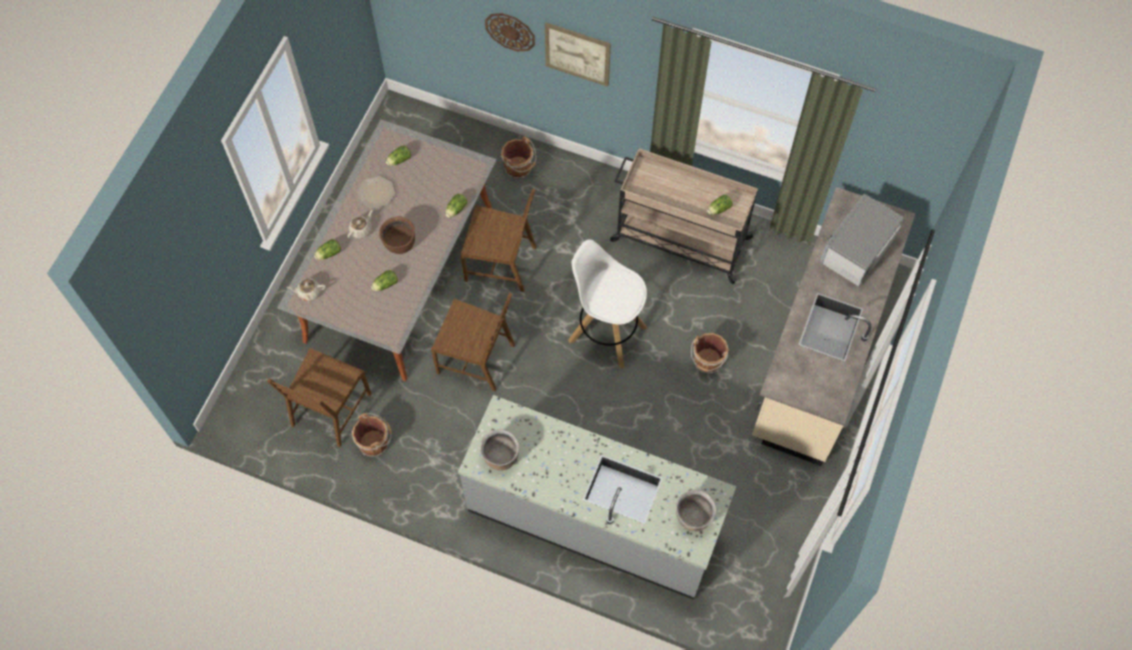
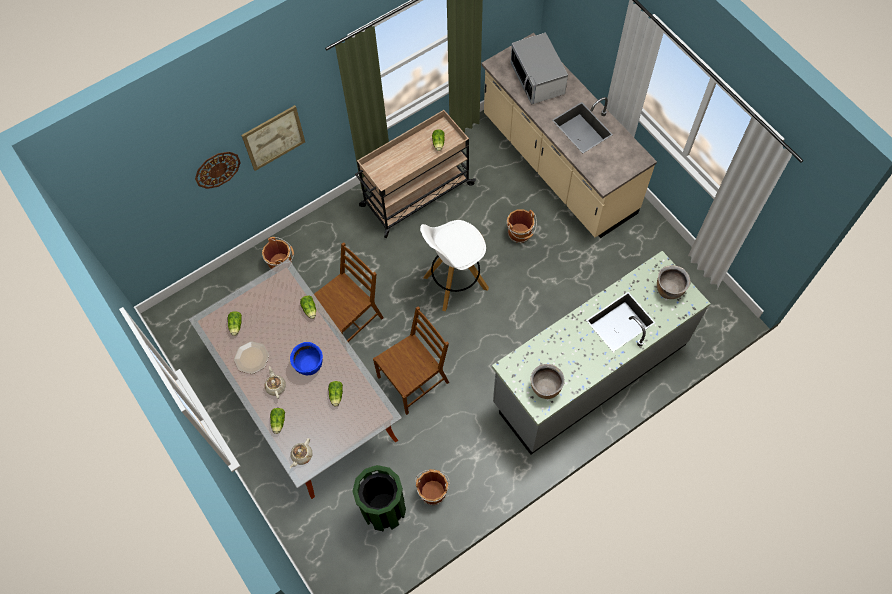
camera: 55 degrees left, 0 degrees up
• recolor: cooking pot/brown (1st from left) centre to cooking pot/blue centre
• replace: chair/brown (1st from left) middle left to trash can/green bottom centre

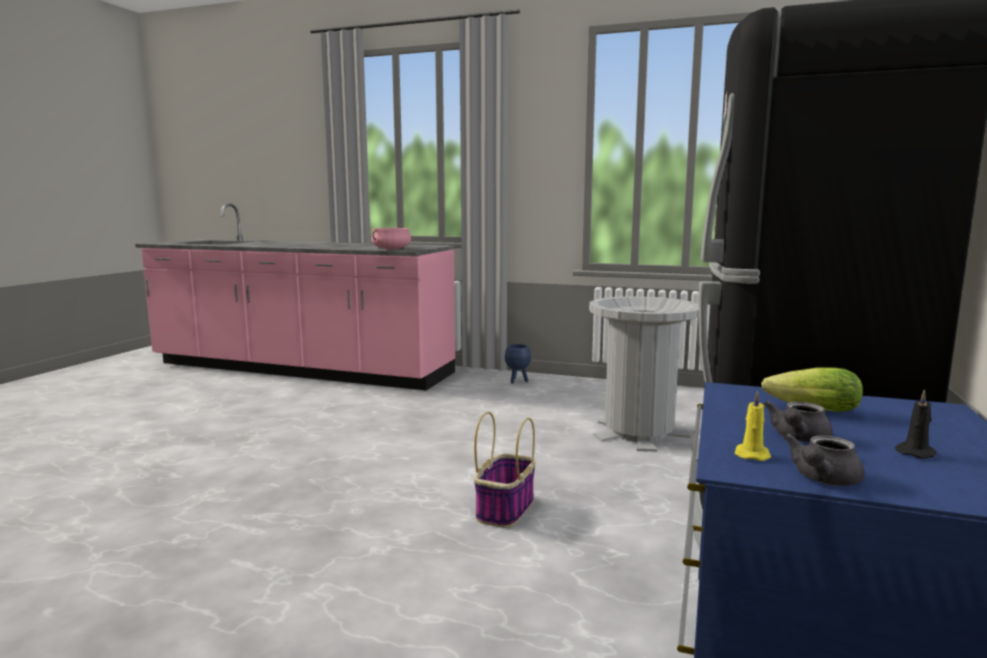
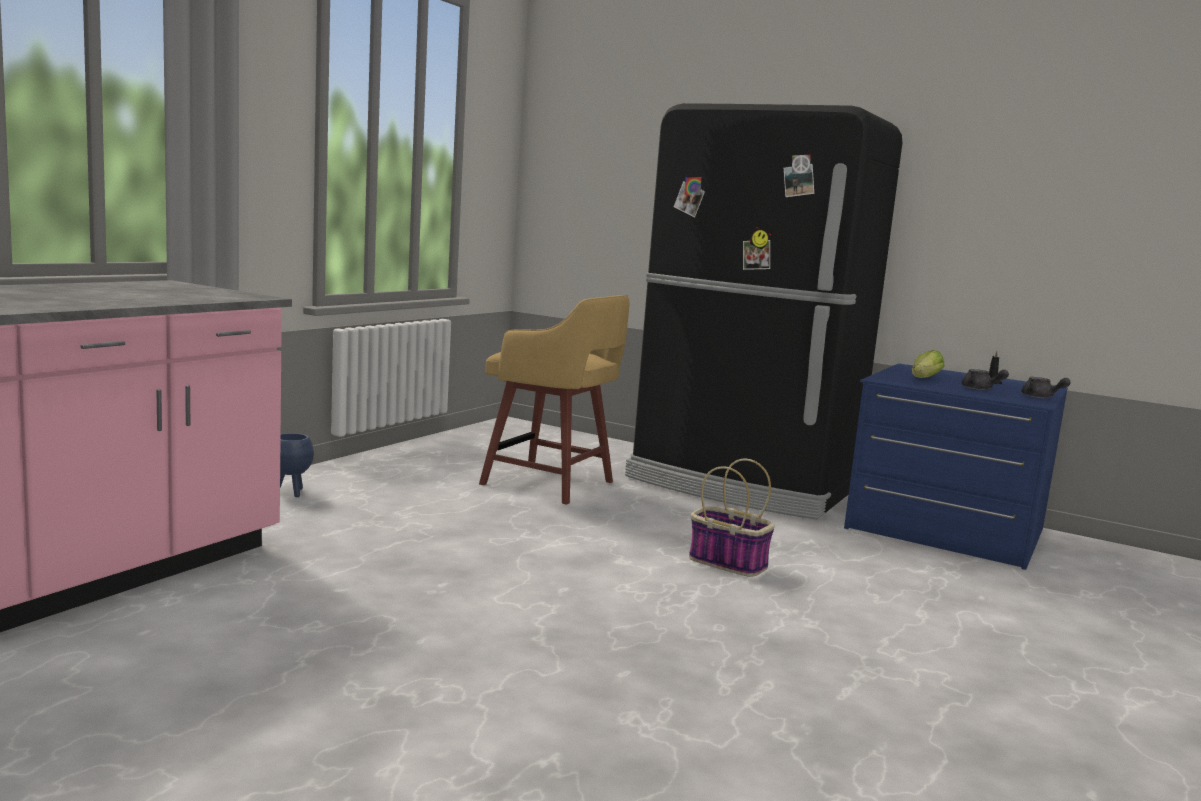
camera: 80 degrees left, 0 degrees up
• delete: cooking pot/pink centre
• replace: trash can/grey centre to stool/yellow centre
• delete: candle/yellow middle right

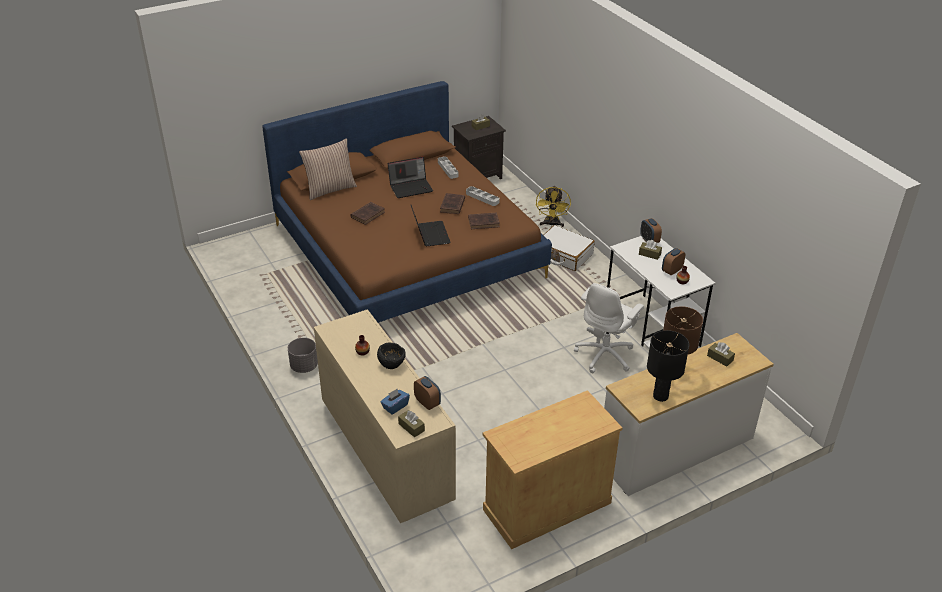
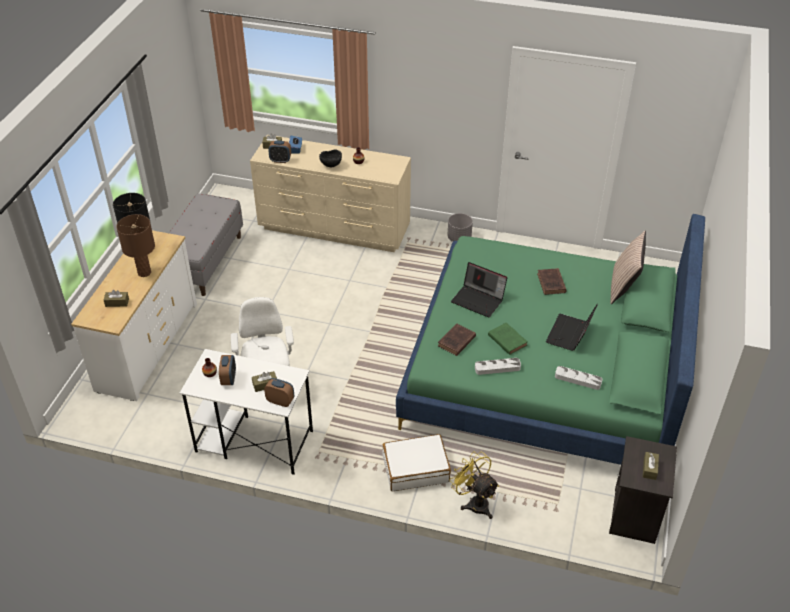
camera: 135 degrees right, 5 degrees up
• recolor: bed/brown centre to bed/green middle right
• recolor: book/brown (2nd from left) centre to book/green centre
• replace: cabinet/beige bottom centre to bench/grey middle left

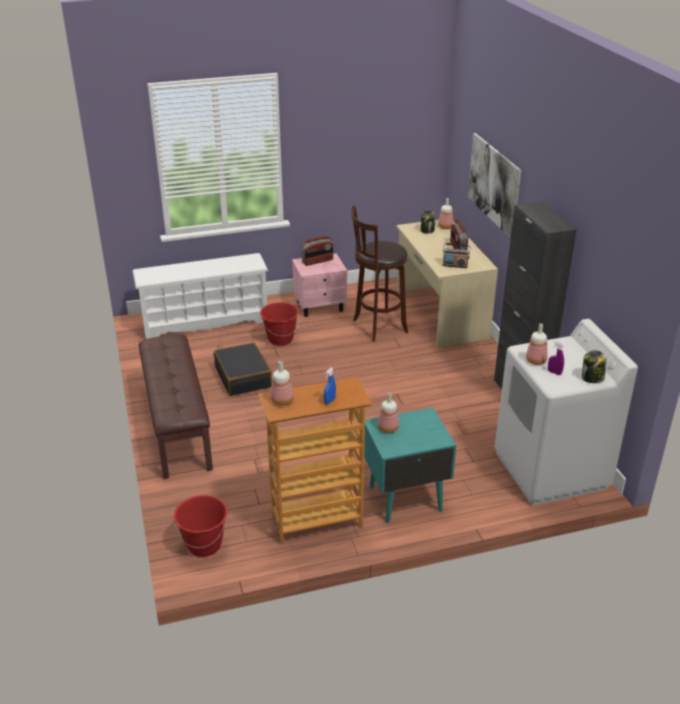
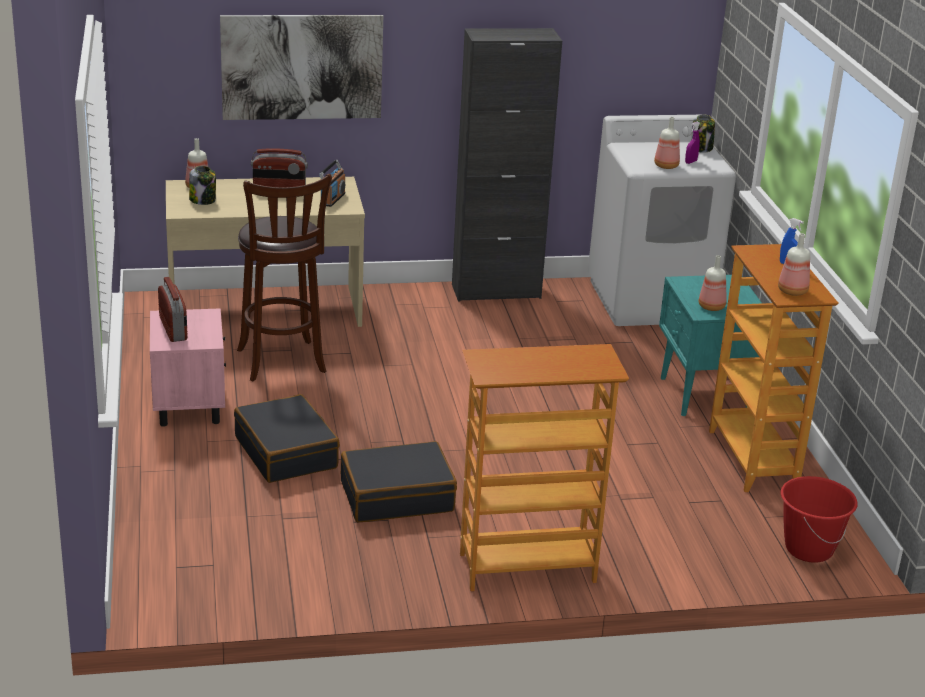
camera: 85 degrees left, 5 degrees down
• delete: shoe rack/white middle left
• replace: bucket/red (2nd from left) centre to suitcase/black (1st from left) middle left
• replace: bench/brown middle left to bookcase (1st from left) bottom centre

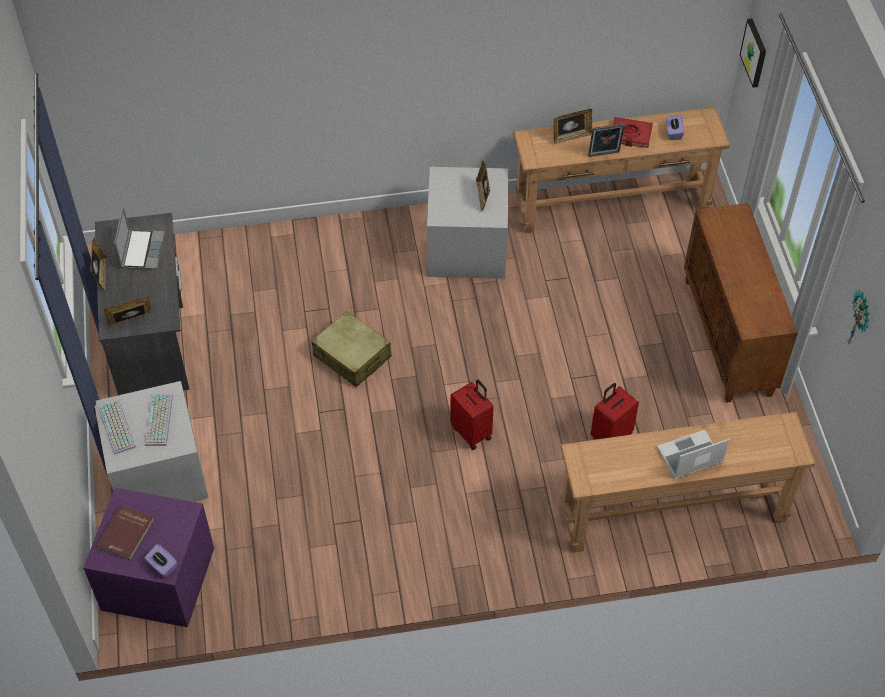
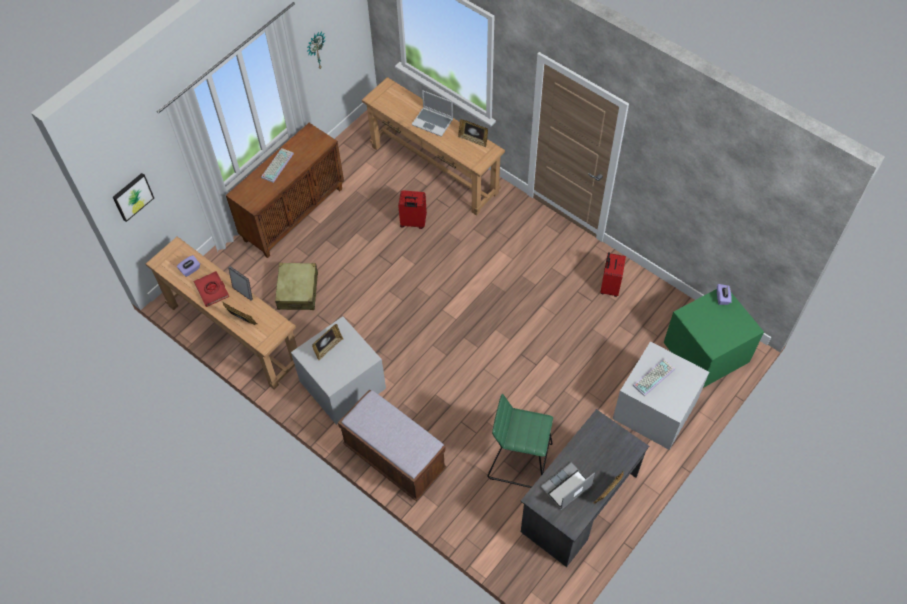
camera: 130 degrees left, 5 degrees up
• move: picture frame (2nd from left in the first image) middle left to picture frame (4th from left) top centre
• move: suitcase/beige centre to middle left
• move: suitcase/red (1st from left in the first image) centre to suitcase/red (2nd from left) middle right
• move: keyboard (1st from left) middle left to top left
• recolor: storage box/purple bottom left to storage box/green middle right
• delete: book/red (1st from left) bottom left
• insert: bench/brown bottom centre
• insert: stool/green bottom centre

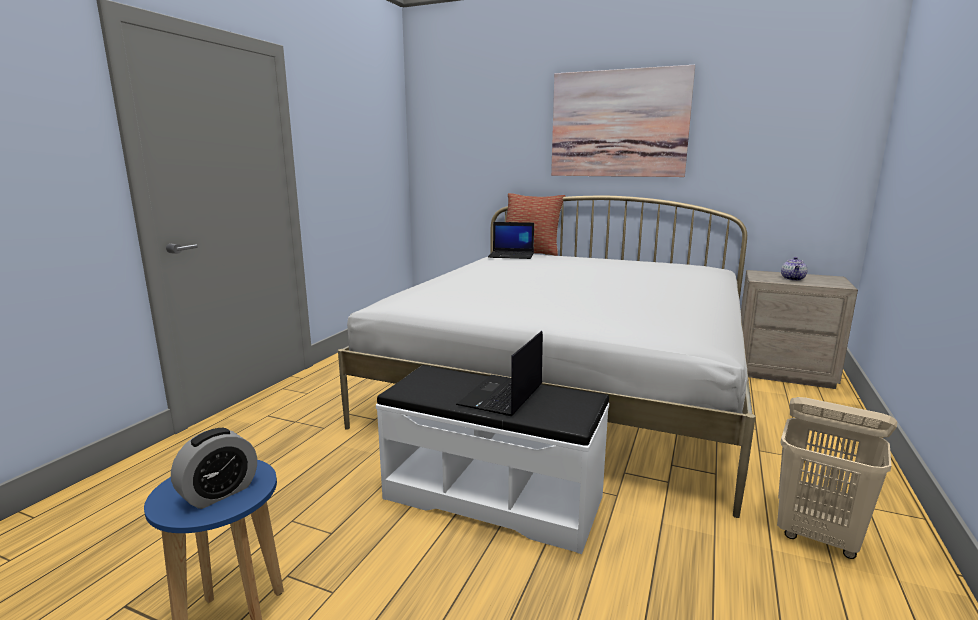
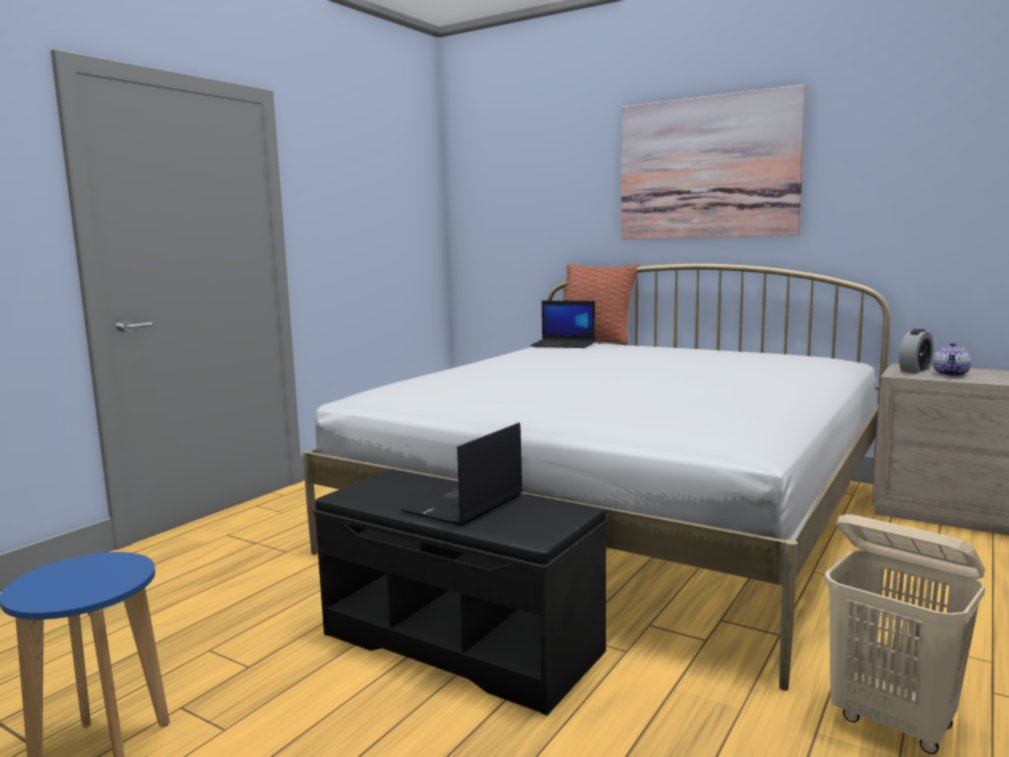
camera: 10 degrees right, 5 degrees down
• recolor: bench/white bottom centre to bench/black bottom centre
• move: alarm clock bottom left to middle right

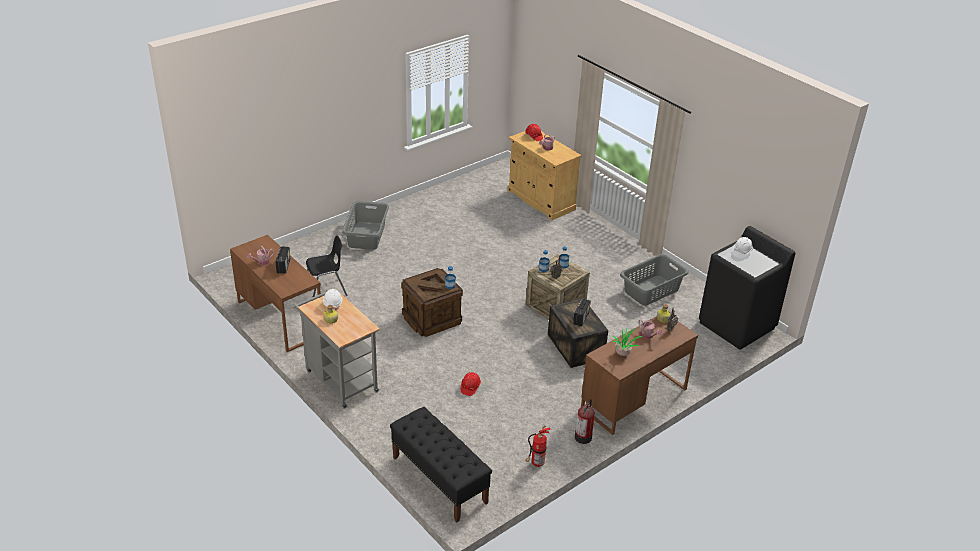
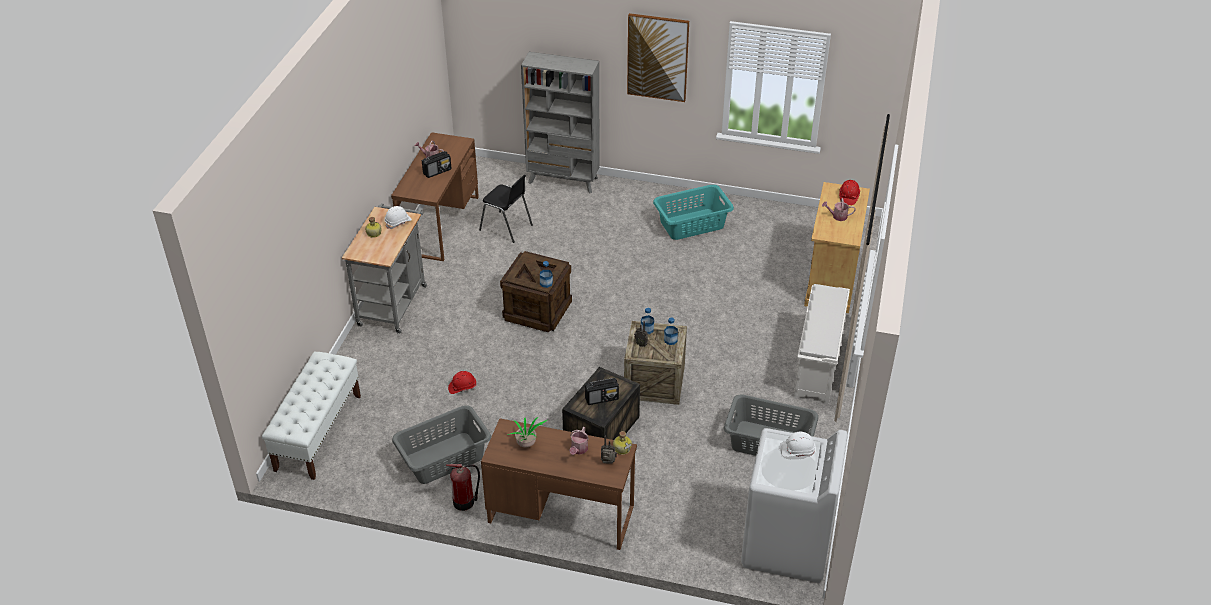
camera: 55 degrees right, 5 degrees up
• move: laundry basket/grey (1st from left) centre to bottom centre
• recolor: washing machine/black middle right to washing machine/white bottom centre
• recolor: bench/black bottom centre to bench/white bottom left
• delete: fire extinguisher (1st from left) bottom centre
• insert: picture top centre
• insert: bookcase/grey top centre
• insert: laundry basket/turquoise centre
• insert: shoe rack/white middle right

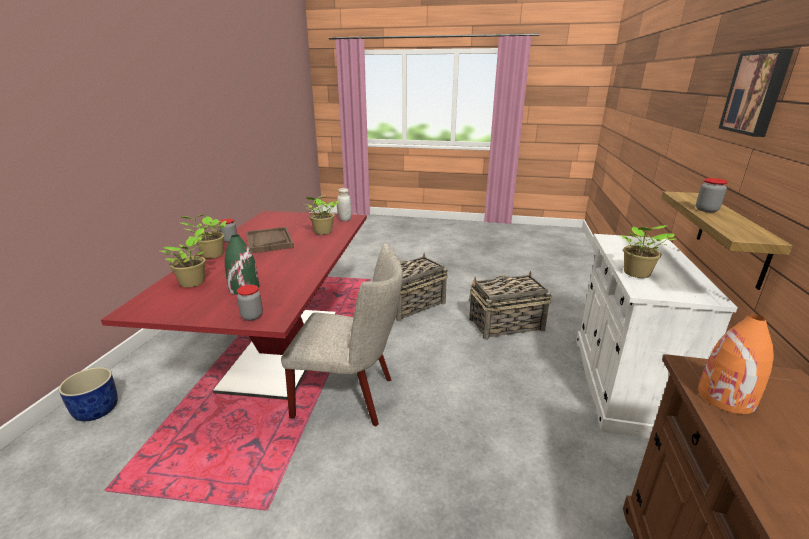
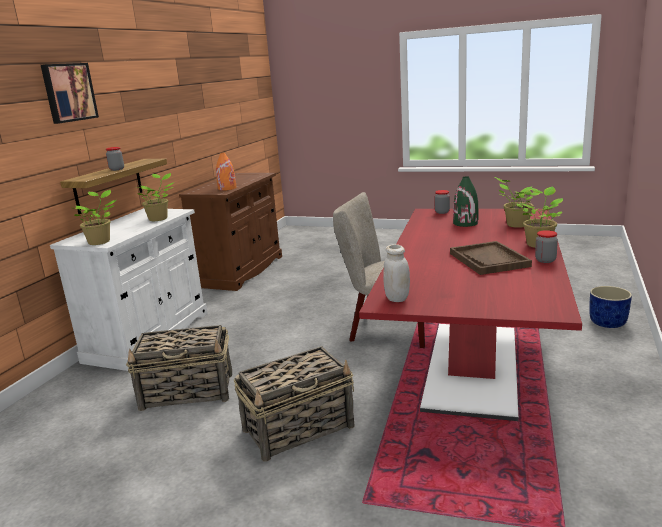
camera: 170 degrees left, 5 degrees down
• move: potted plant (3rd from left in the first image) centre to potted plant (1st from left) middle left

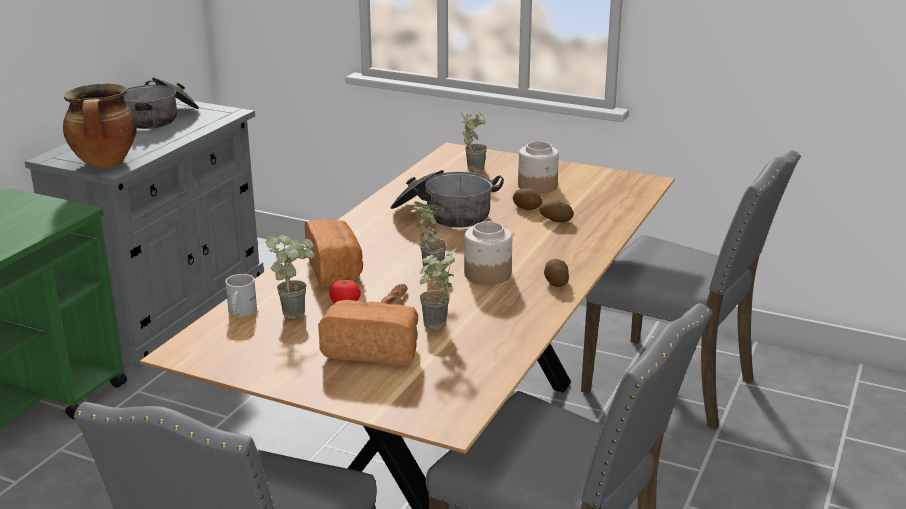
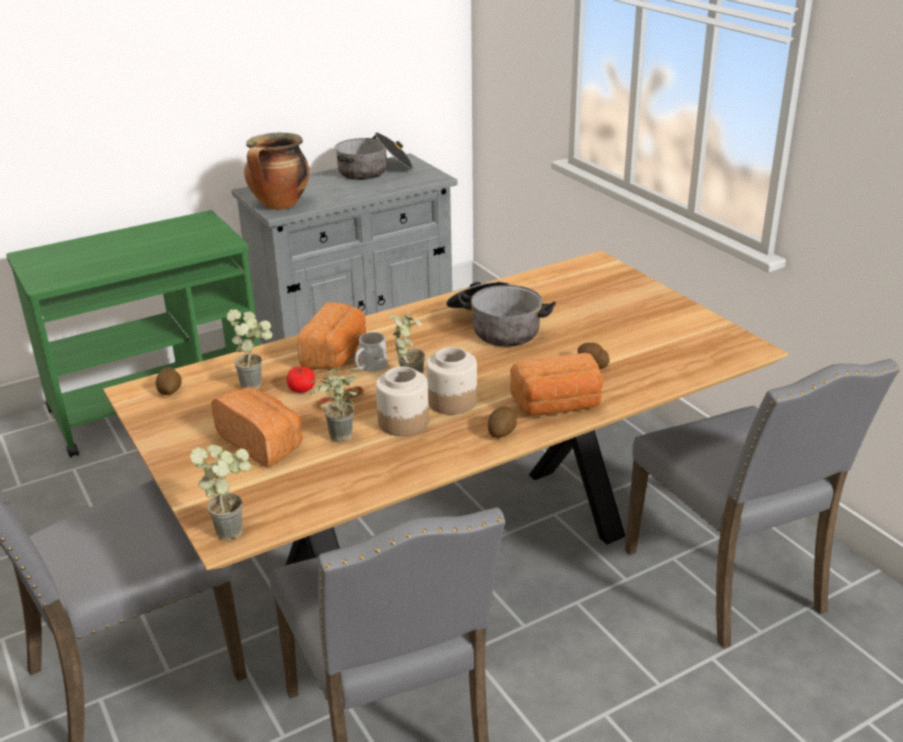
camera: 35 degrees right, 5 degrees up
• move: potted plant (4th from left in the first image) top centre to potted plant (1st from left) middle left
• move: jar (2nd from left in the first image) top centre to jar (1st from left) centre
• move: potato (1st from left) centre to middle left
• move: mug/white middle left to centre
• insert: bread (4th from left) centre

